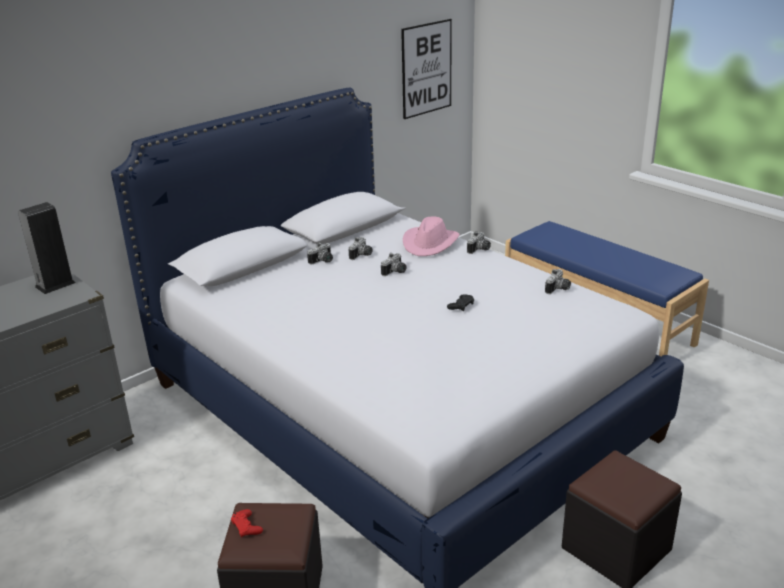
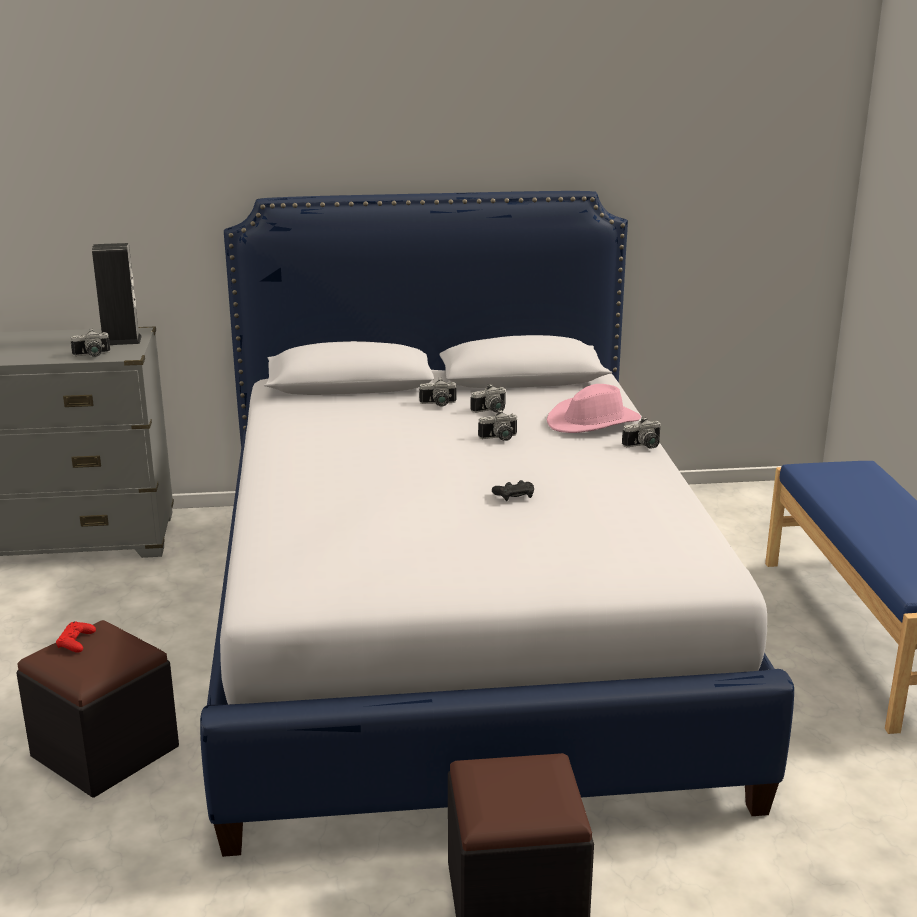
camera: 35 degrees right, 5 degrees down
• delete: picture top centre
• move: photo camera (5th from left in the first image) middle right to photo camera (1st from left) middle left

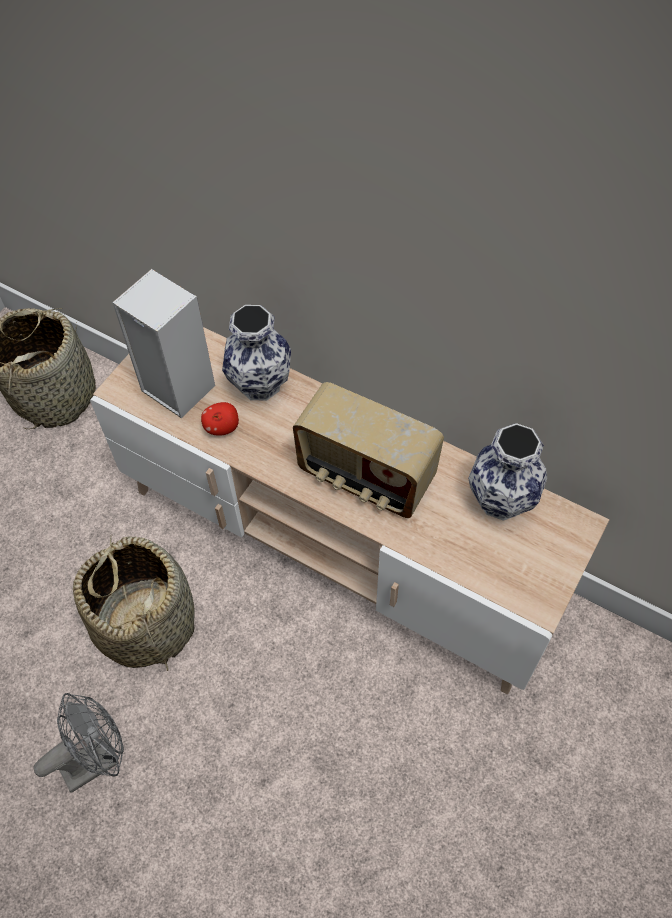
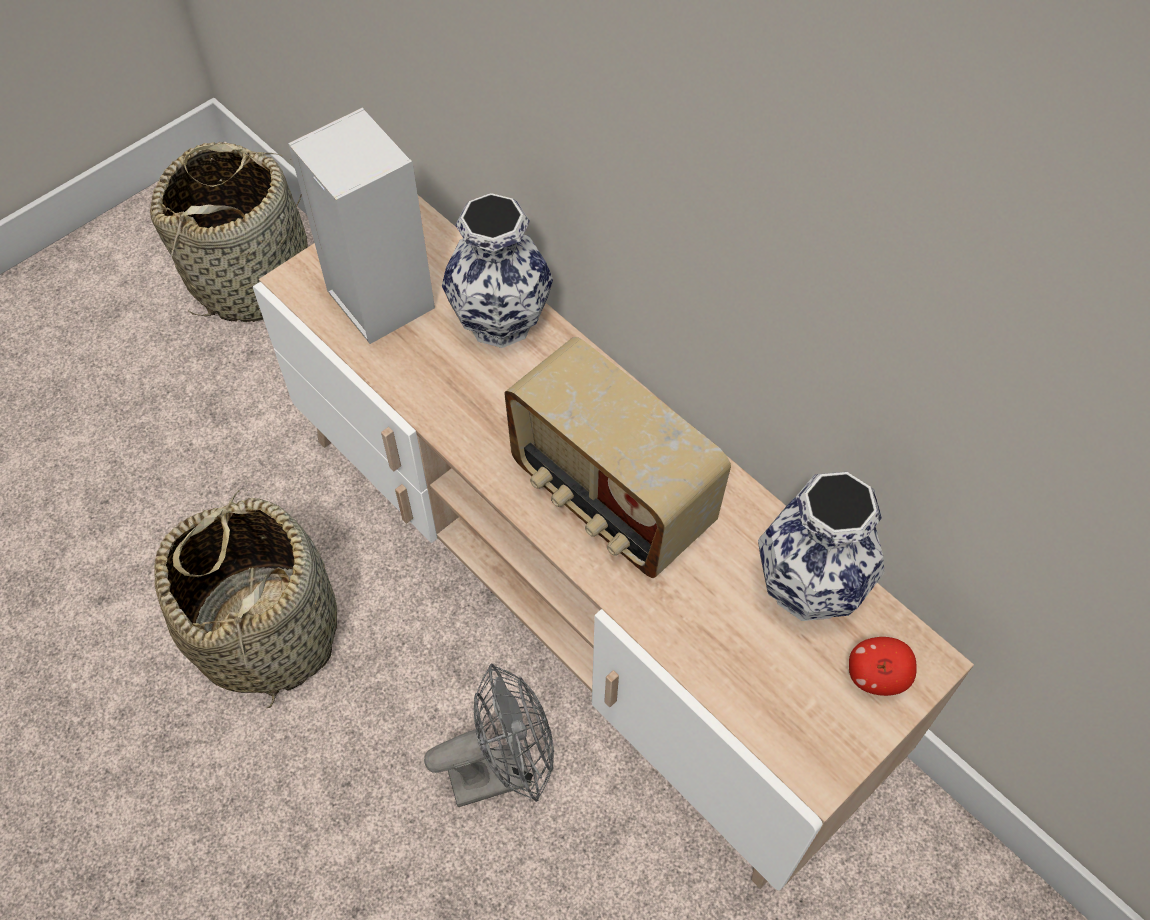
camera: 15 degrees right, 0 degrees up
• move: apple middle left to bottom right
• move: fan/grey bottom left to bottom centre

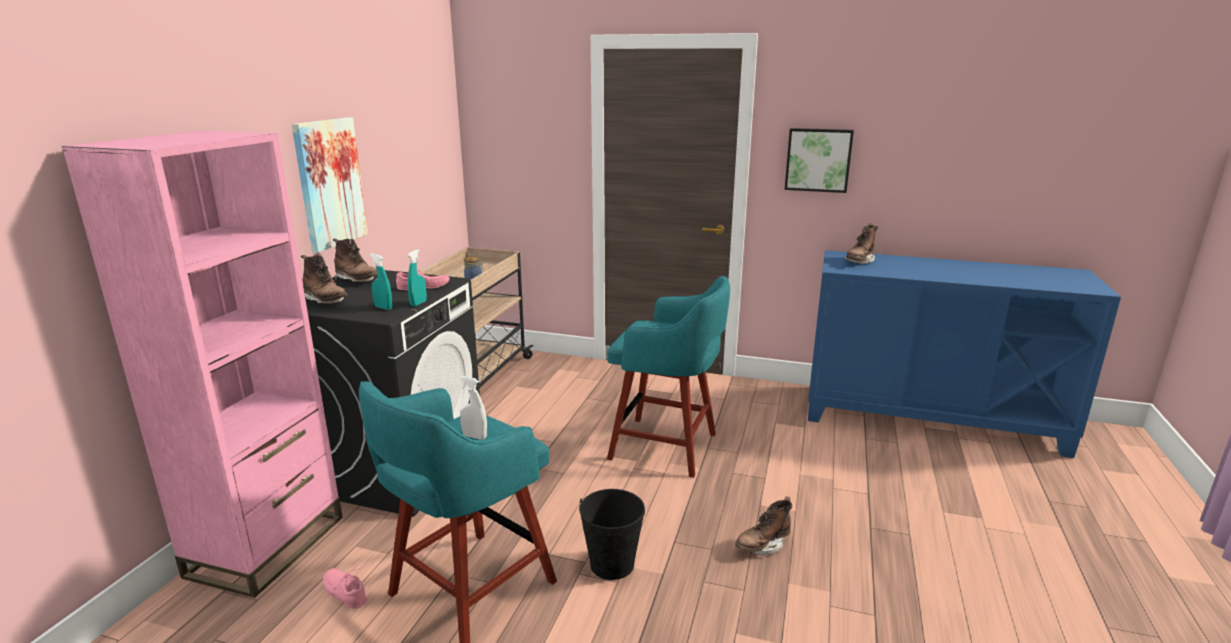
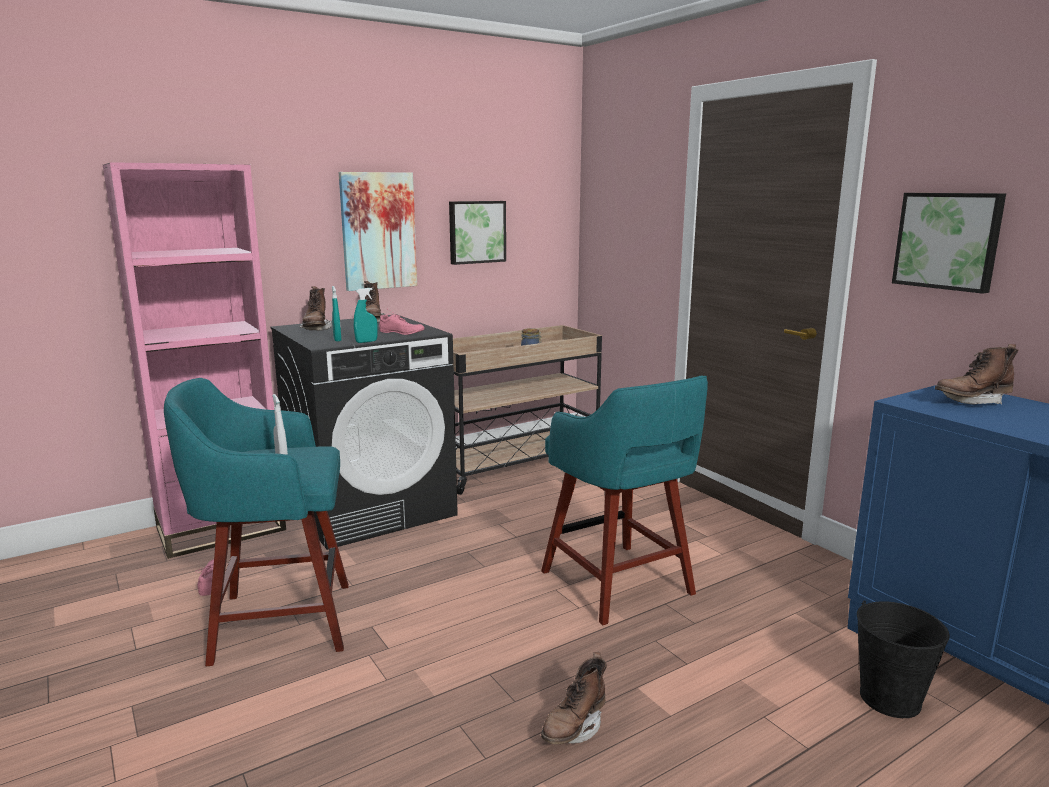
camera: 40 degrees right, 5 degrees down
• move: bucket/black bottom centre to bottom right
• rotate: boot/brown (3rd from left) bottom centre = bottom centre 60 degrees counterclockwise
• insert: picture (2nd from left) top centre

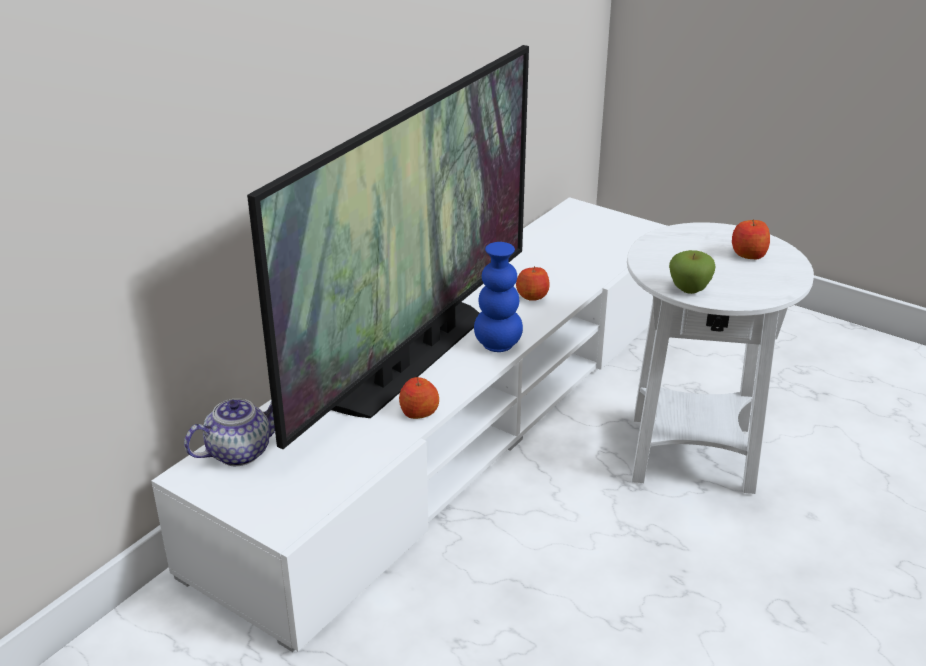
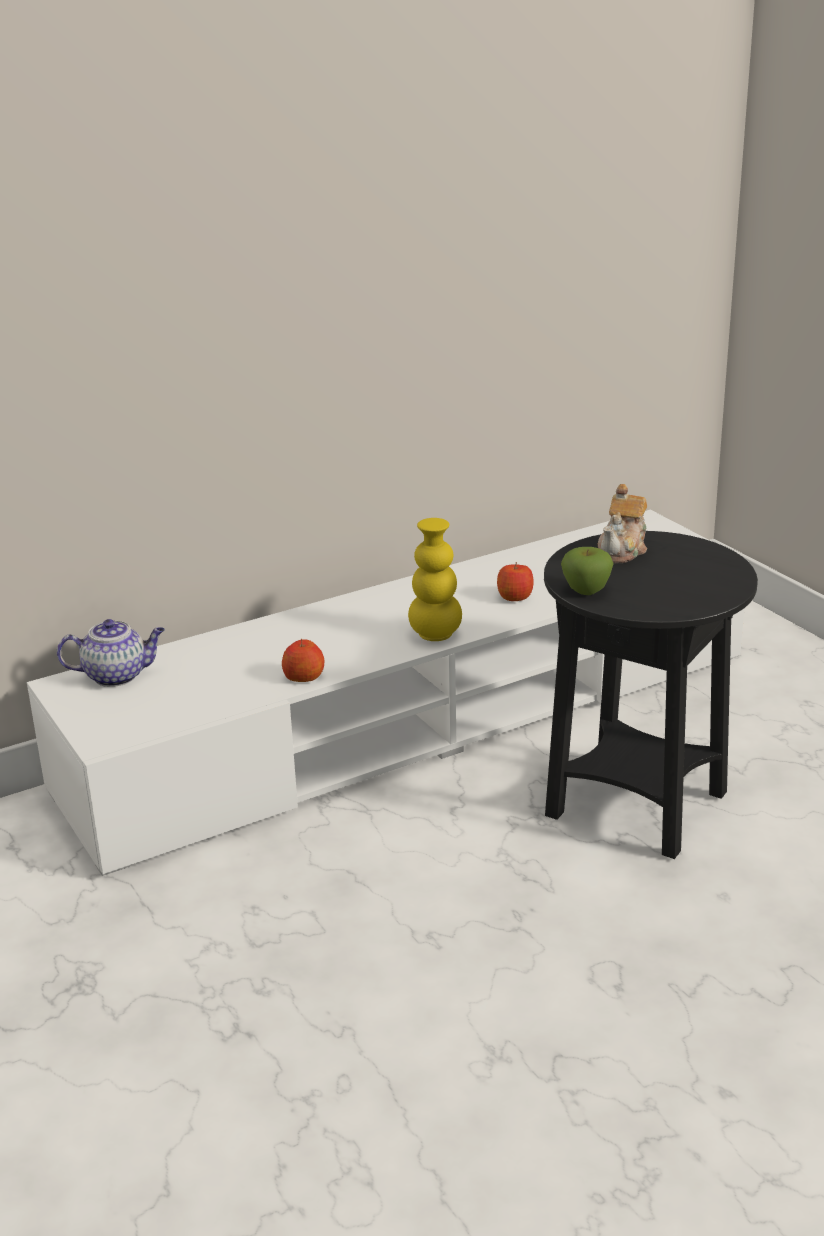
camera: 25 degrees right, 5 degrees down
• delete: television centre
• delete: apple (4th from left) middle right
• recolor: side table/white middle right to side table/black middle right
• recolor: vase/blue centre to vase/yellow centre
• insert: teapot (2nd from left) middle right

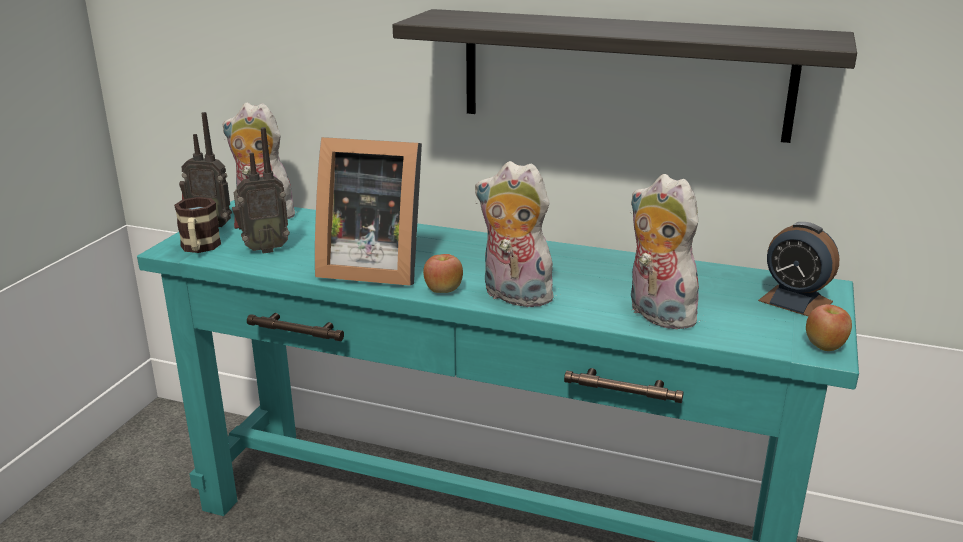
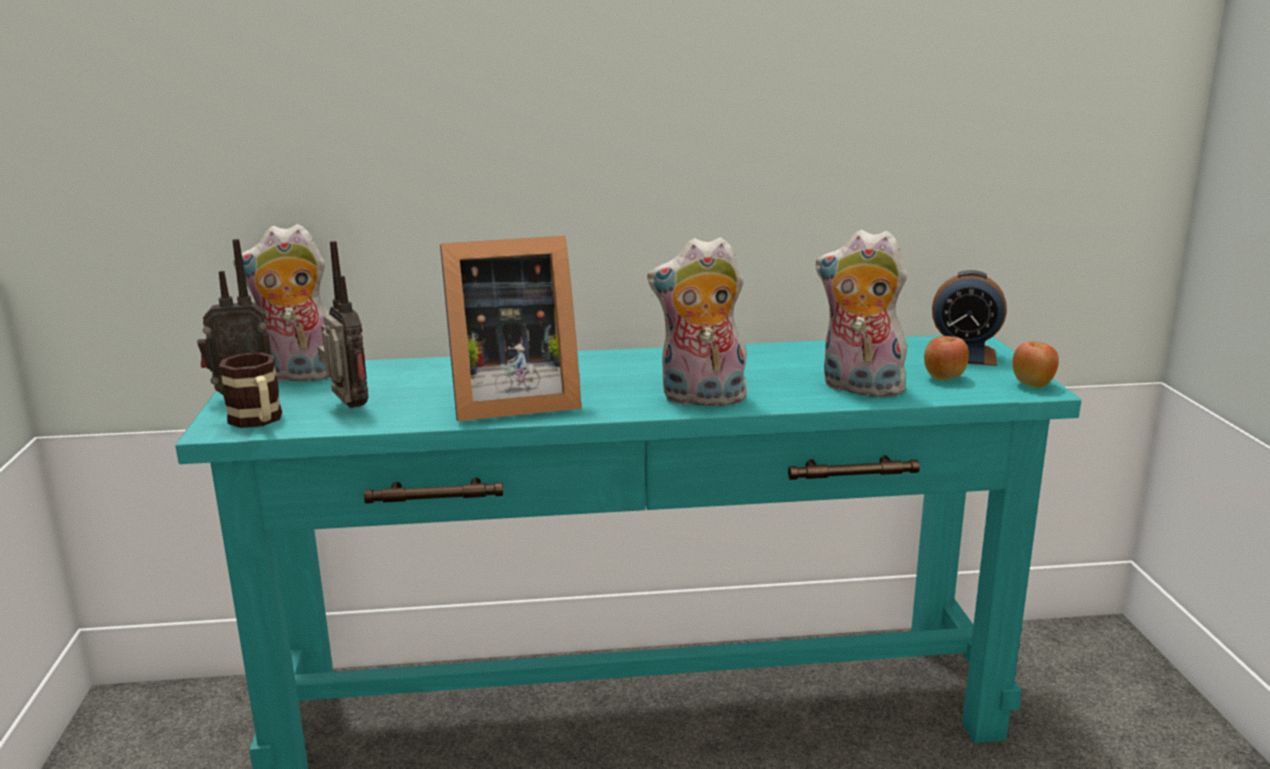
camera: 25 degrees left, 5 degrees down
• delete: shelf top centre
• rotate: radio (2nd from left) middle left = middle left 75 degrees counterclockwise
• move: apple (1st from left) centre to middle right

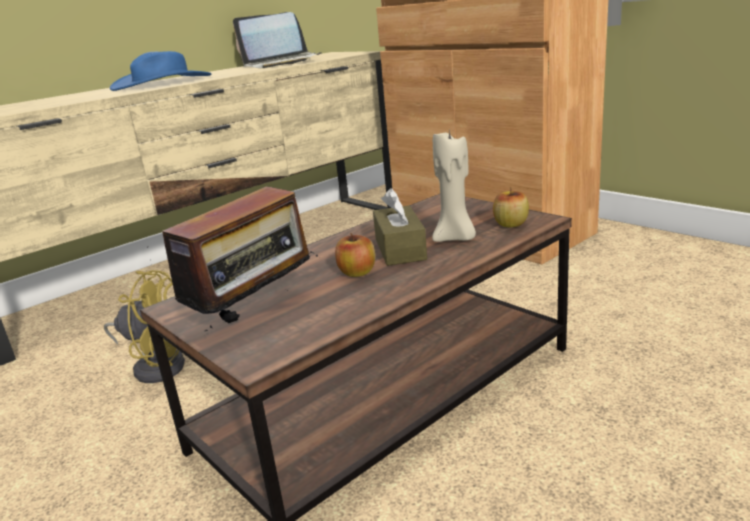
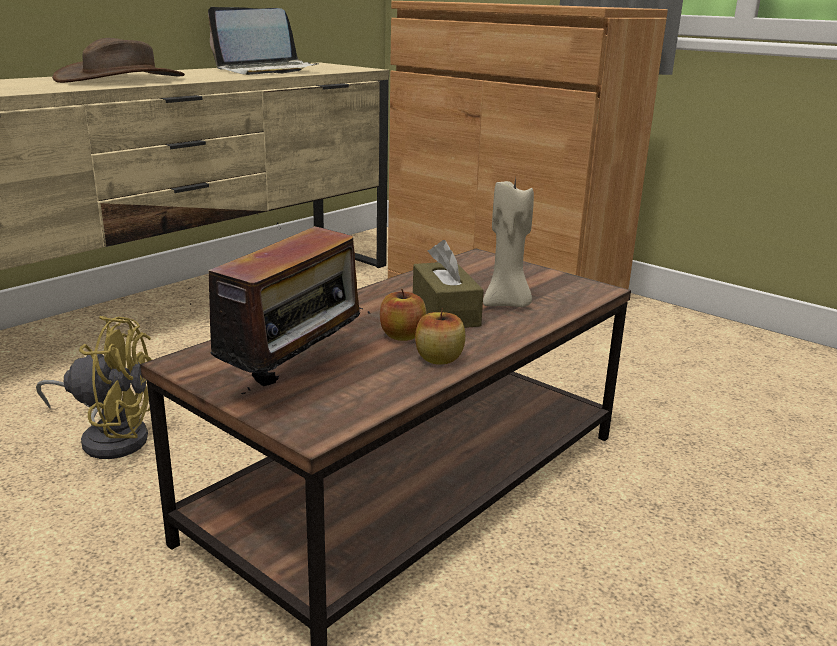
camera: 10 degrees left, 0 degrees up
• recolor: hat/blue top left to hat/brown top left
• move: apple (2nd from left) middle right to centre

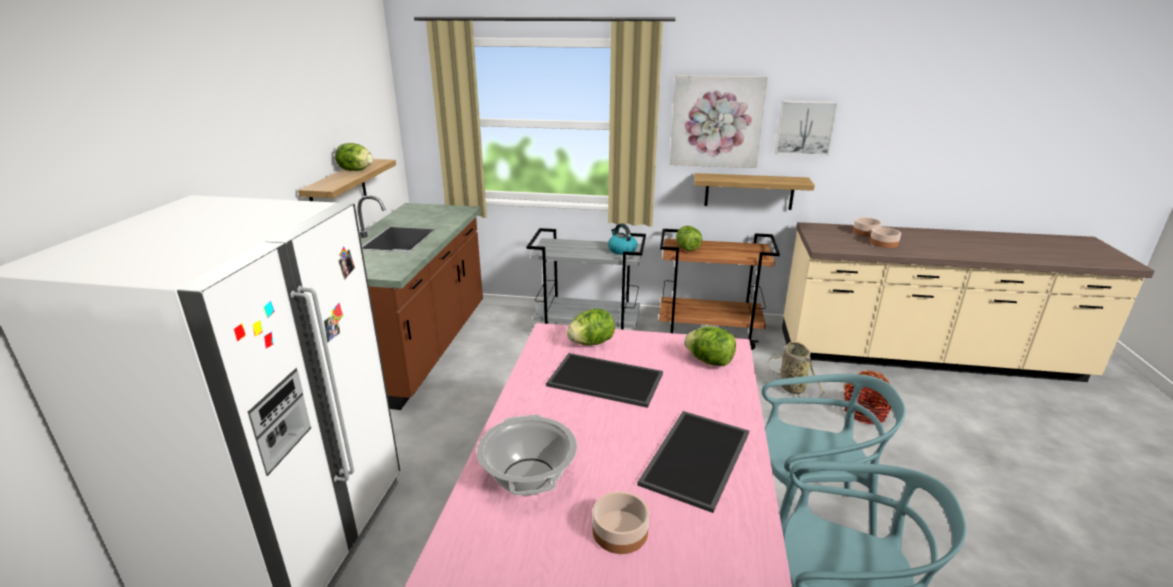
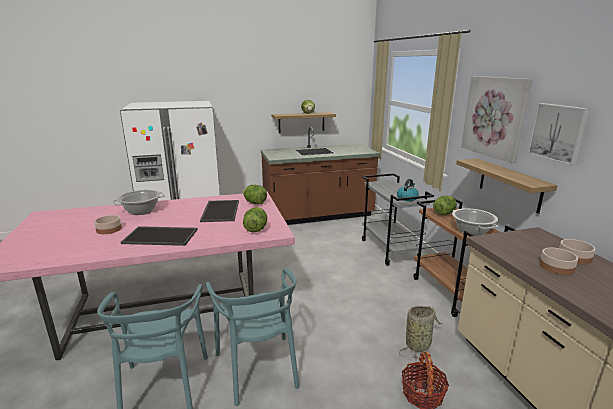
camera: 65 degrees right, 5 degrees down
• insert: cooking pot (2nd from left) middle right

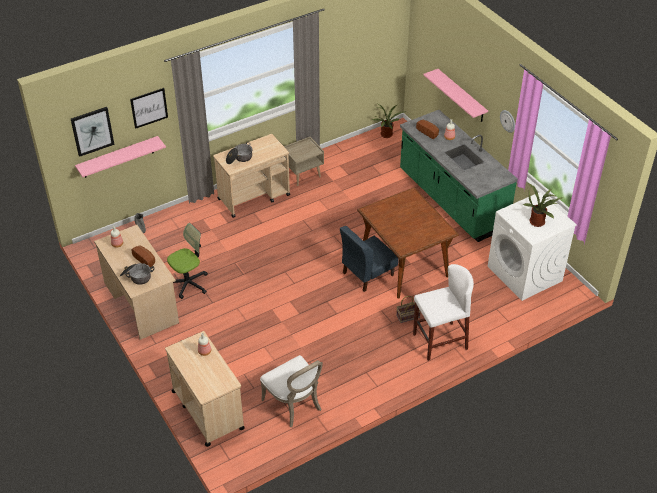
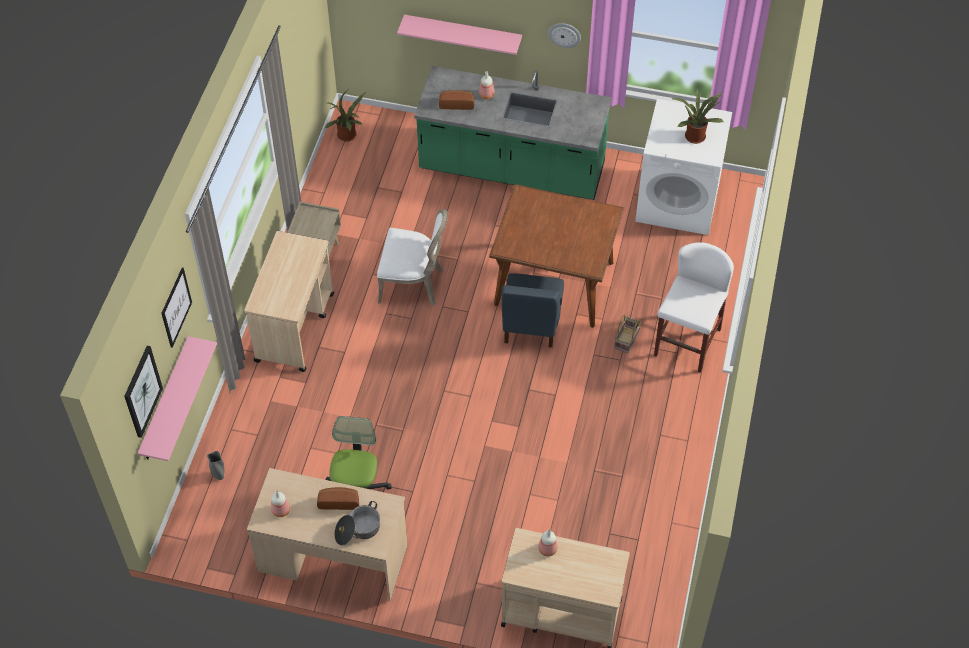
camera: 45 degrees left, 10 degrees up
• delete: cooking pot (2nd from left) top centre
• move: chair/white bottom centre to centre

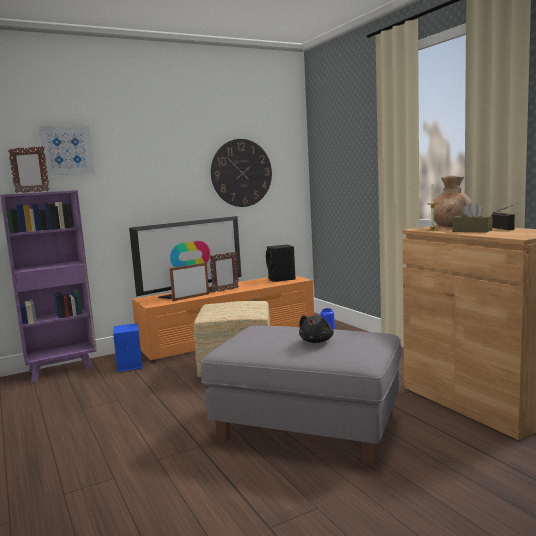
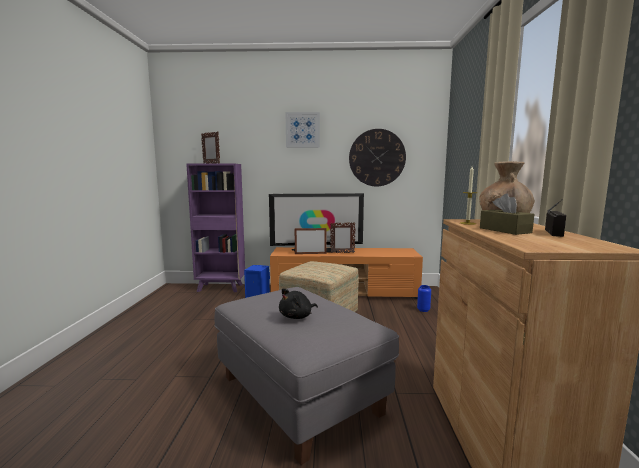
camera: 30 degrees right, 0 degrees up
• move: picture top left to top centre
• delete: speaker/black centre

